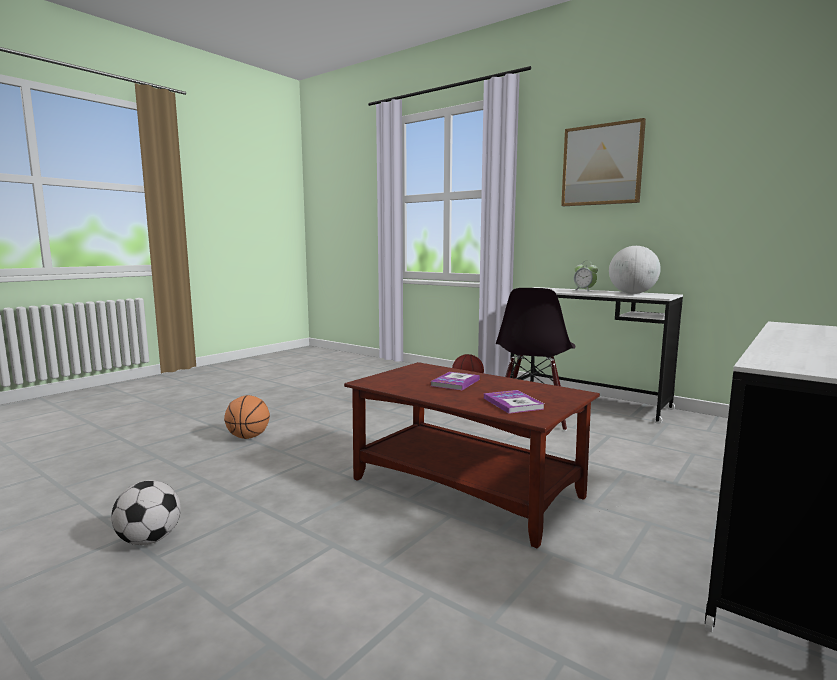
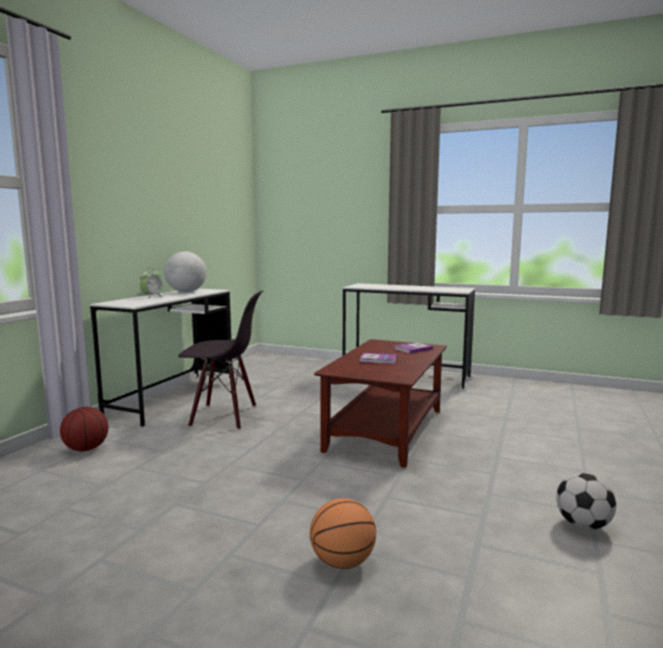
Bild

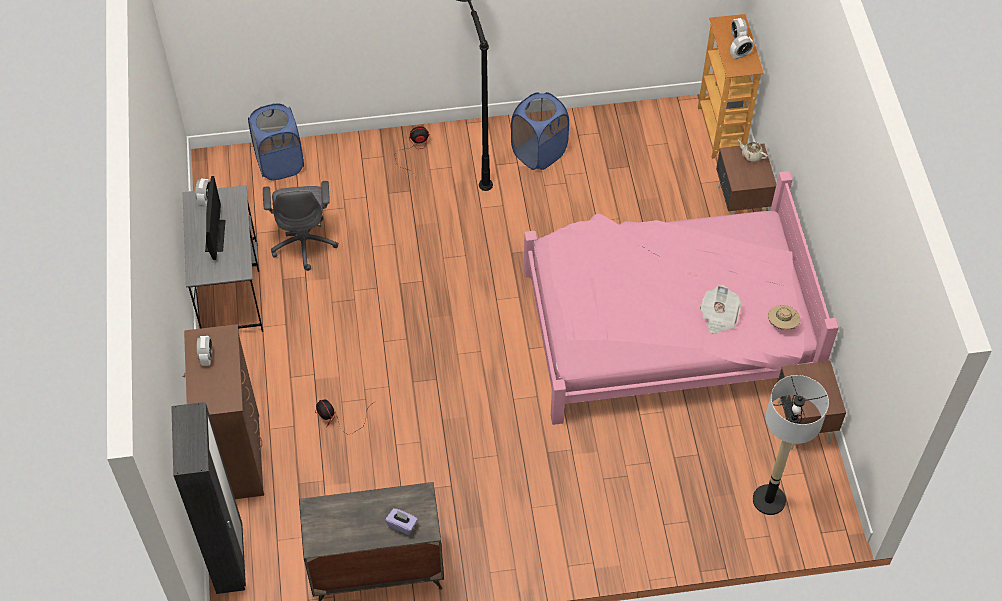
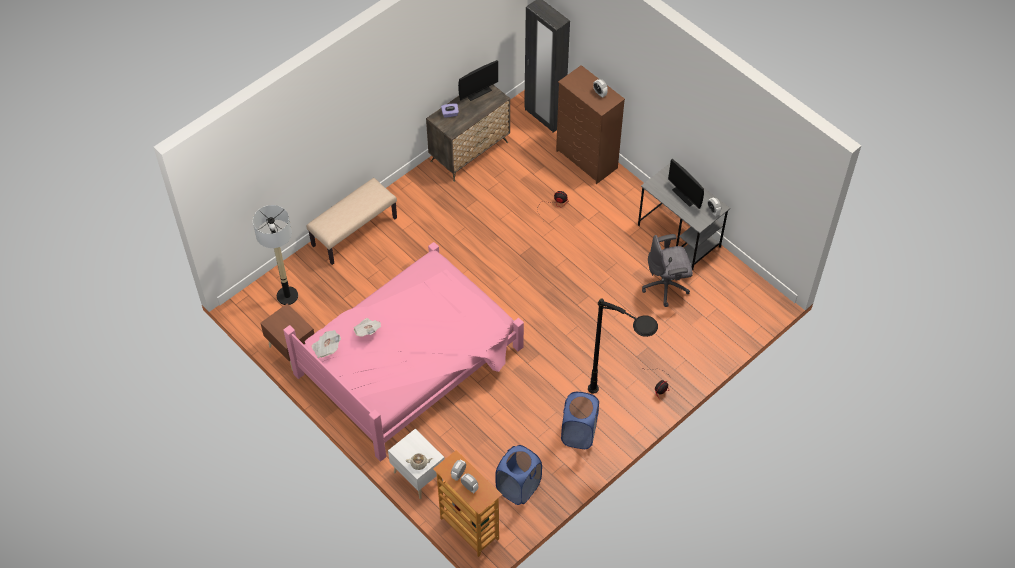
Bank [beige]
Zeitung (no. 1 from left)
Nachttisch [weiß]
Monitor (no. 1 from left)
Wäschekorb [blau] (no. 1 from left)
Bürostuhl [grau]

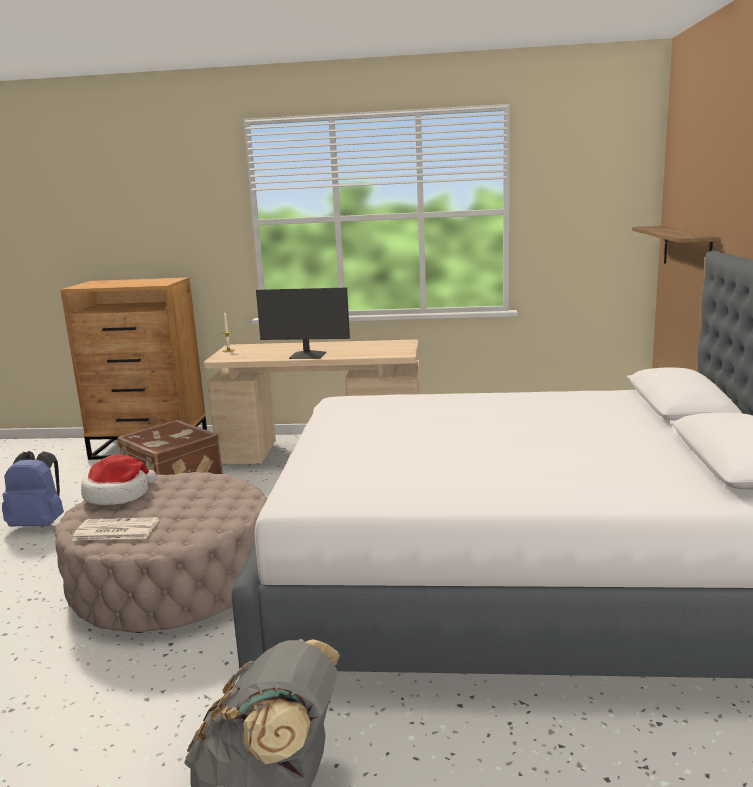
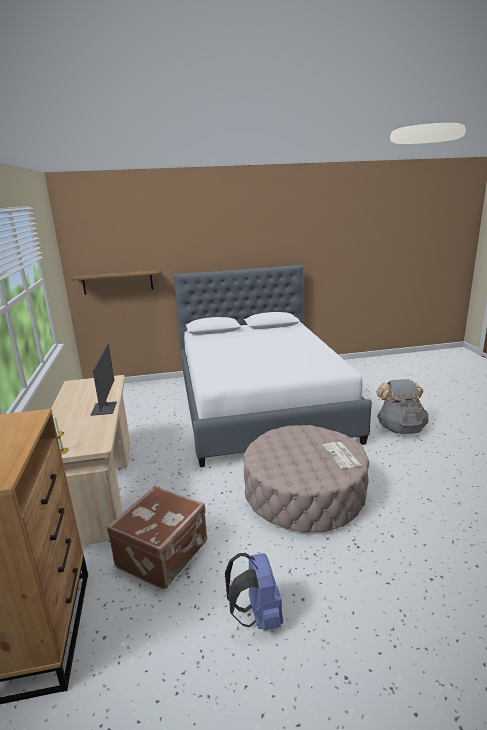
Hut

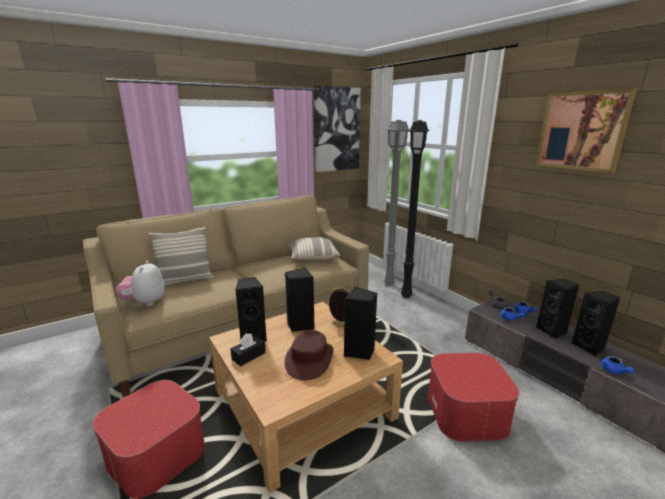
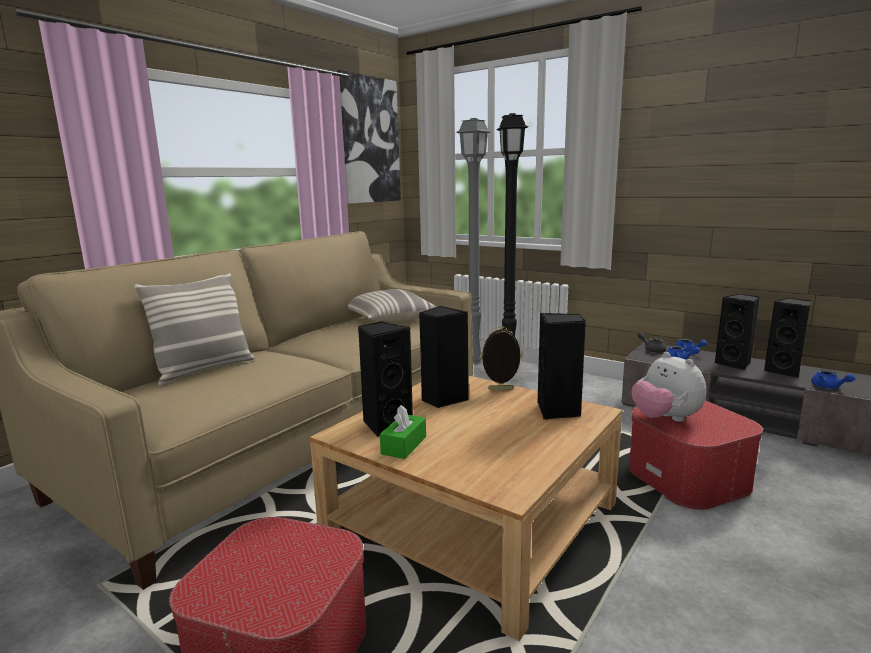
Taschentuchbox [grün]
Plüschtier
Hut [braun]
Bild (no. 2 from left in the first image)

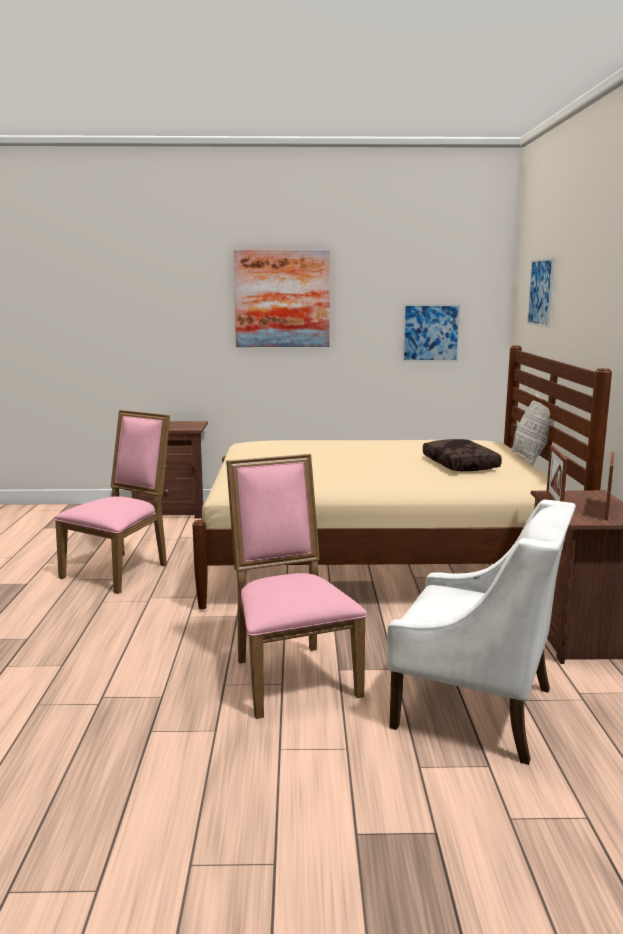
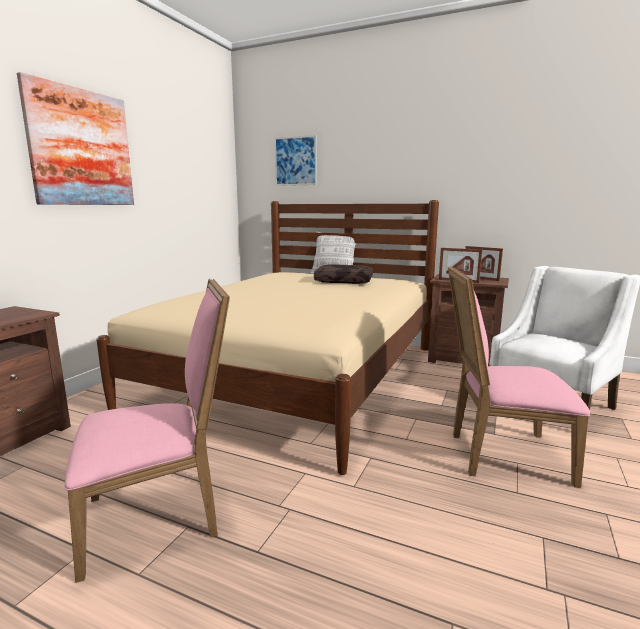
Stuhl [rosa] (no. 1 from left)
Bild (no. 2 from left in the first image)

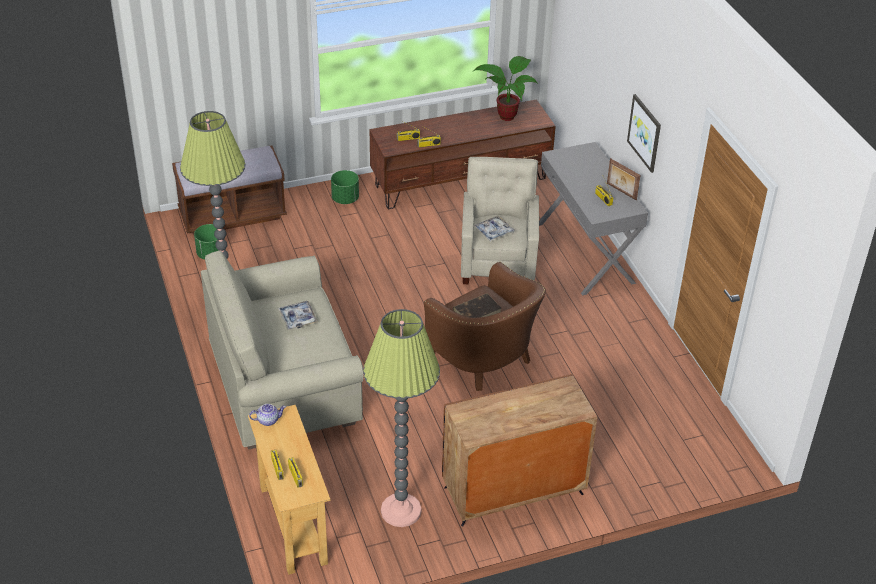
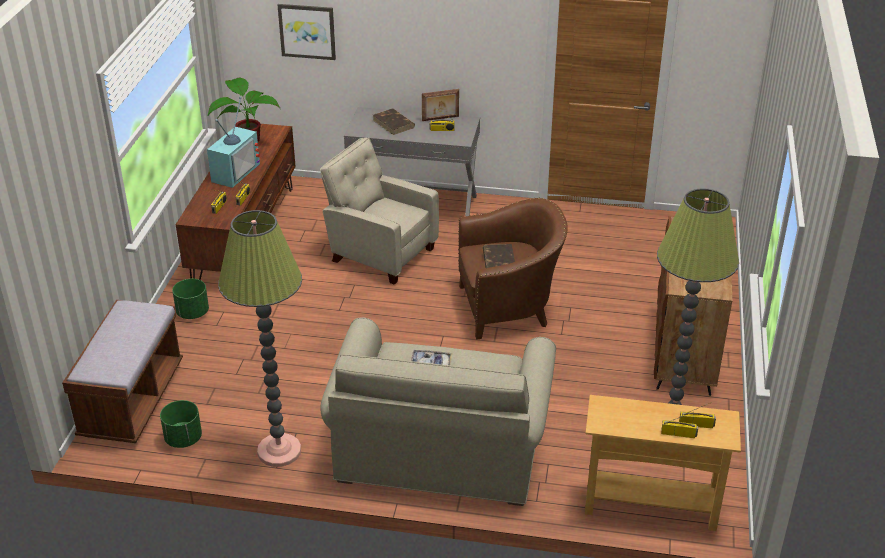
Fernseher
Bild
Buch [braun] (no. 1 from left)
Teekanne
Tablett (no. 2 from left in the first image)

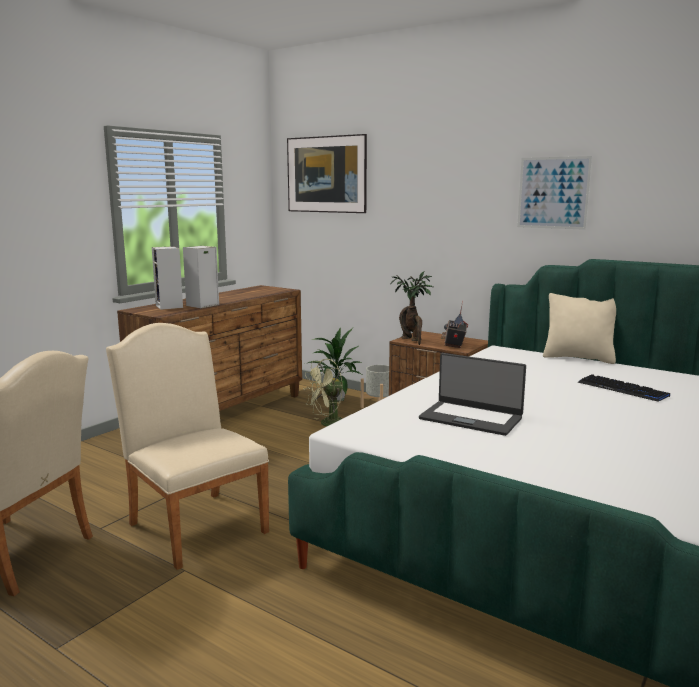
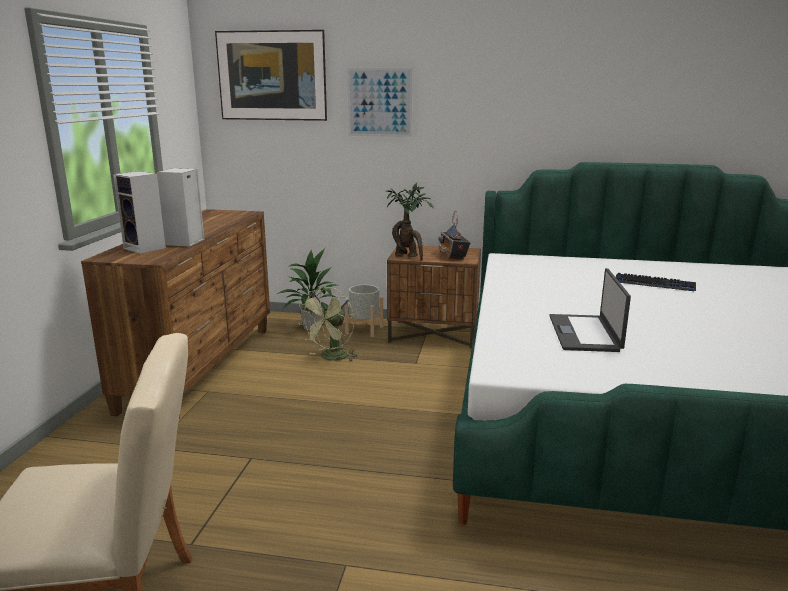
Bild (no. 2 from left)
Laptop
Stuhl [beige] (no. 2 from left in the first image)
Kissen [beige]

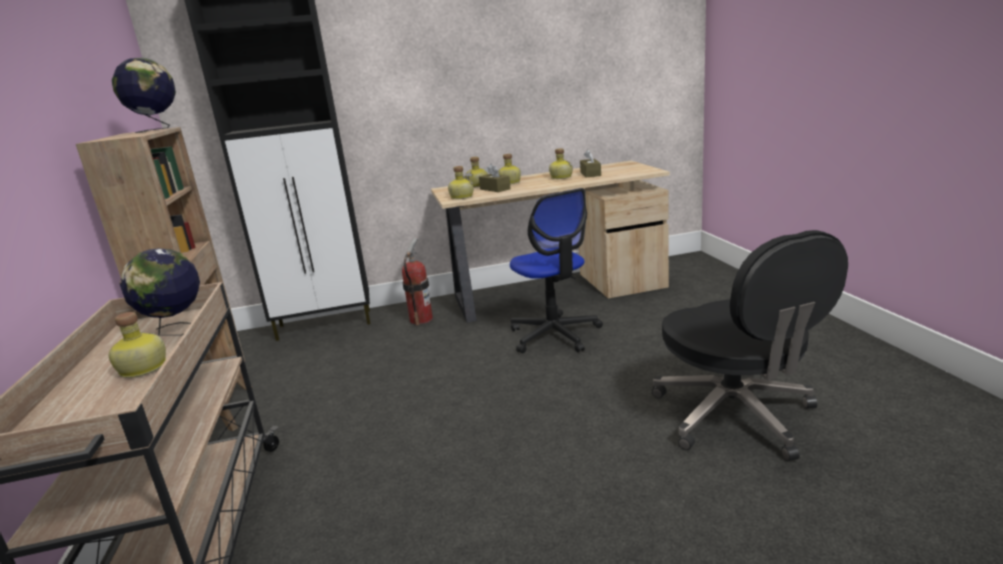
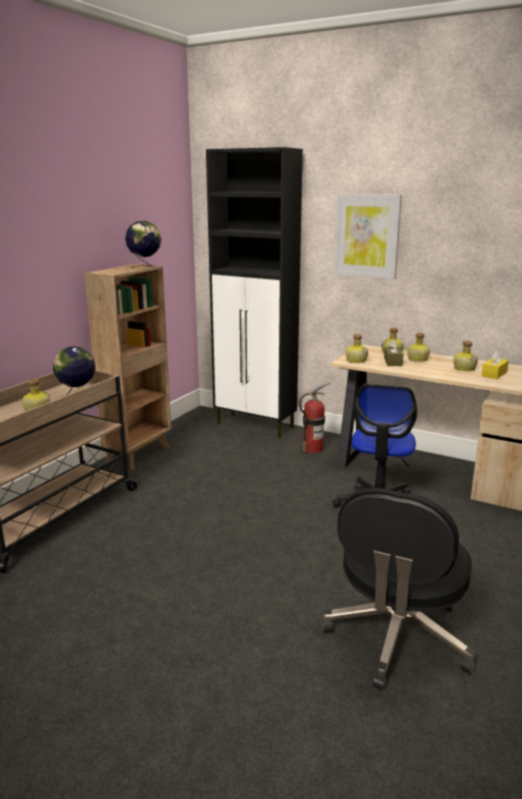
Bild
Taschentuchbox [gelb]

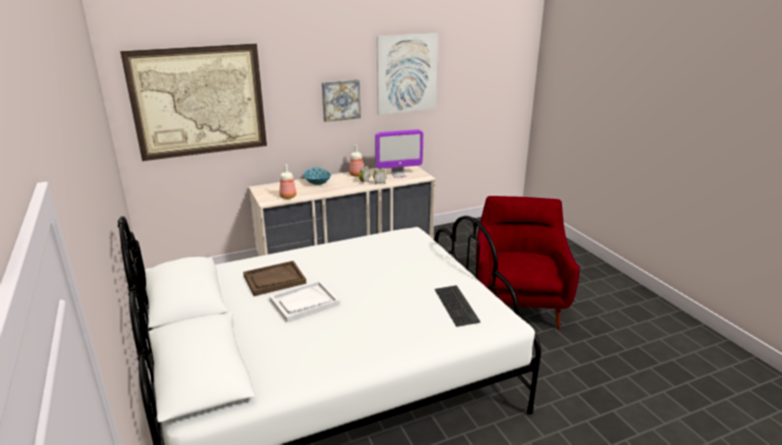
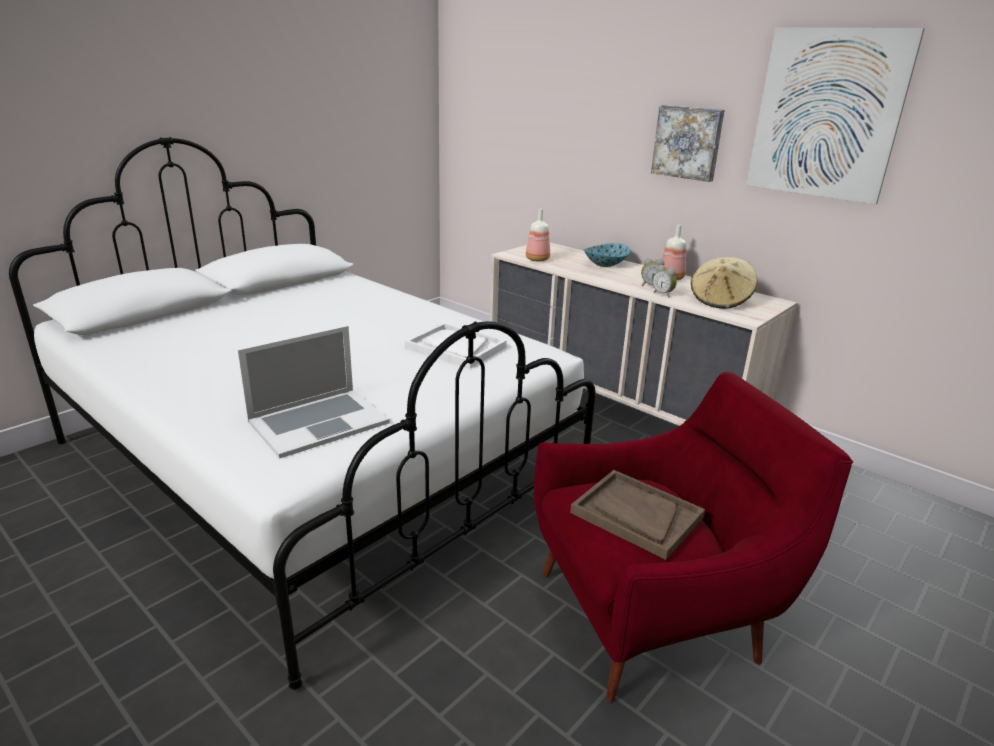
Laptop
Tablett [weiß]
Tablett [braun]
Hut [beige]
Bild (no. 1 from left in the first image)

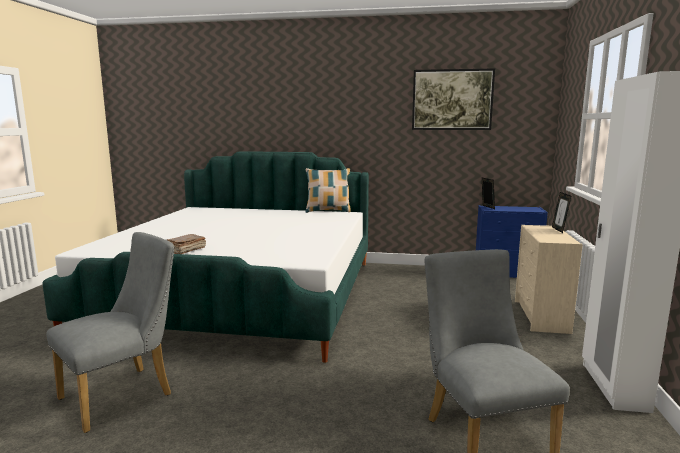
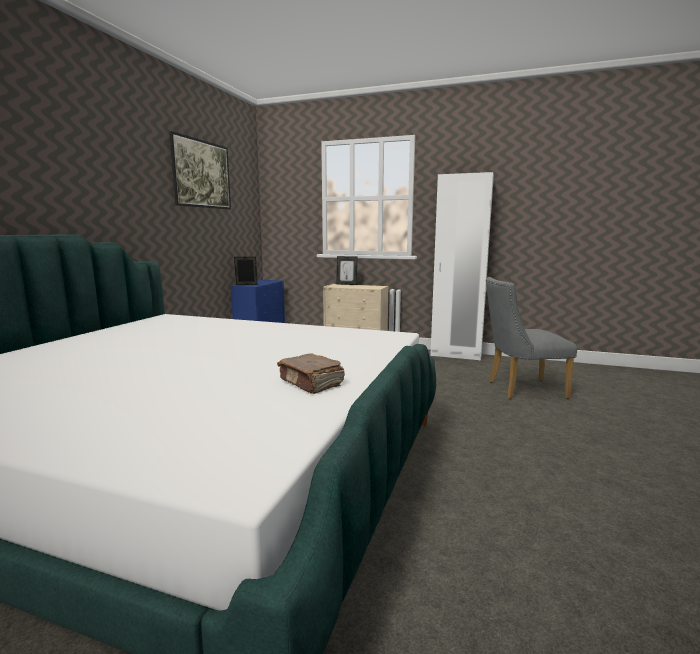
Stuhl [grau] (no. 1 from left in the first image)
Kissen

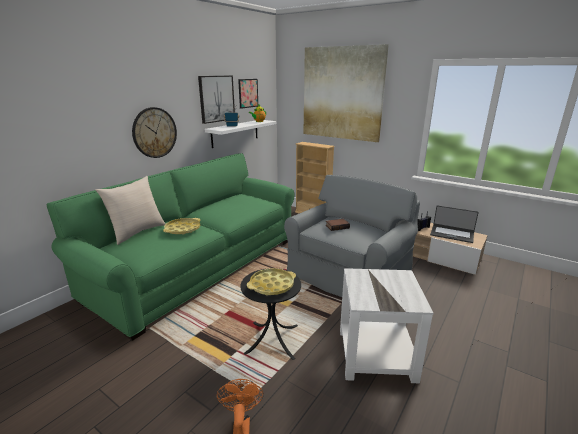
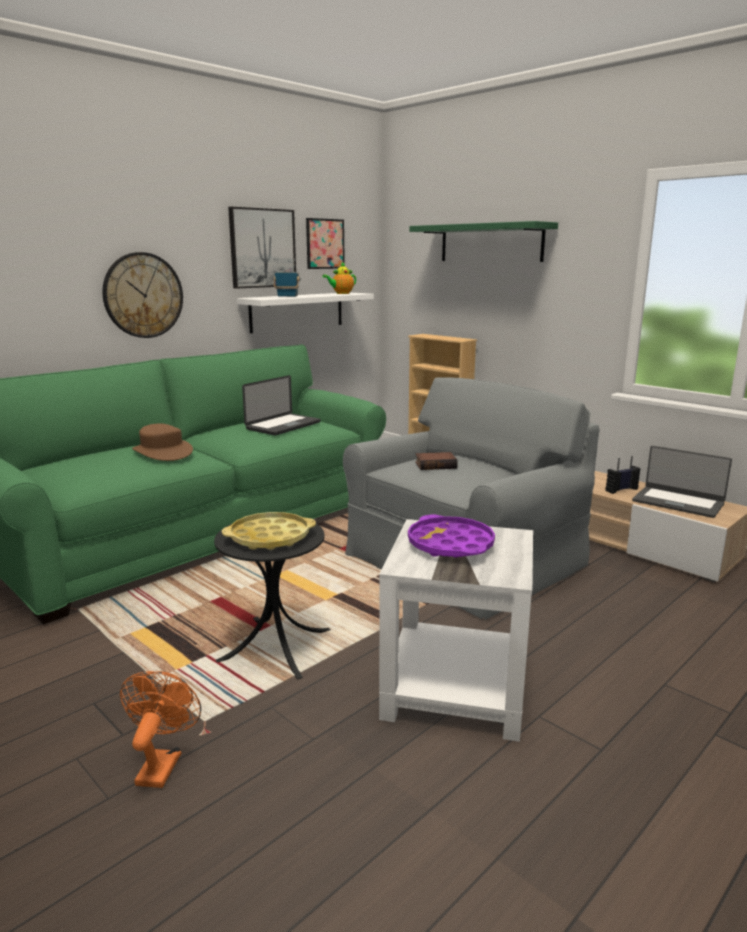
Hut [braun]
Laptop (no. 1 from left)
Tablett [lila]
Wandregal [grün]
Kissen [beige]

